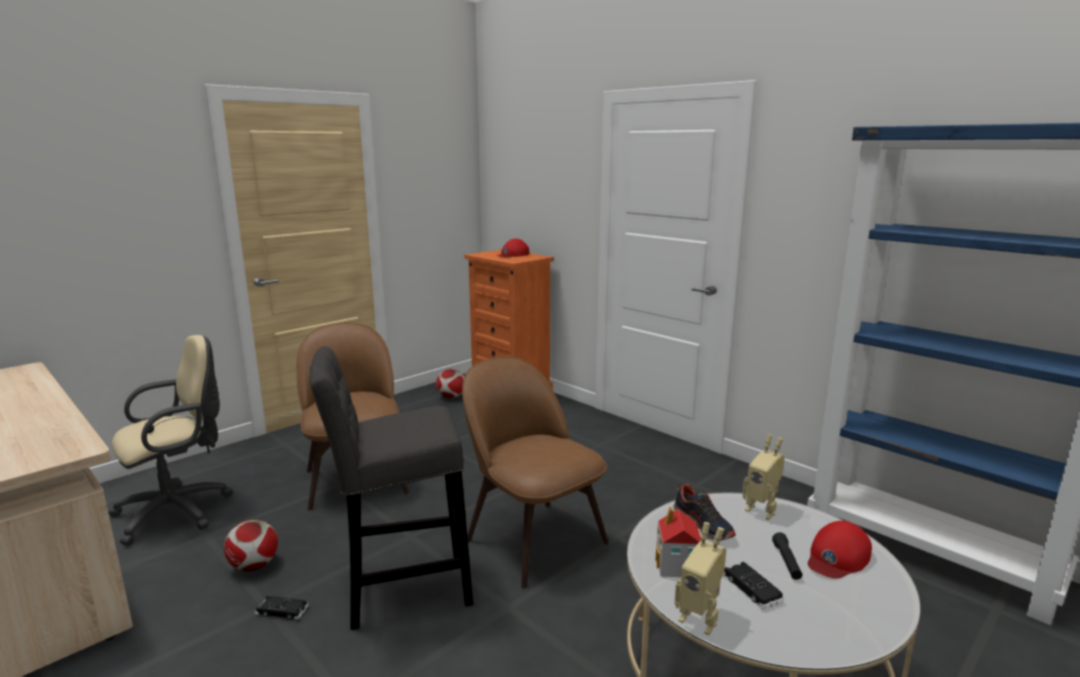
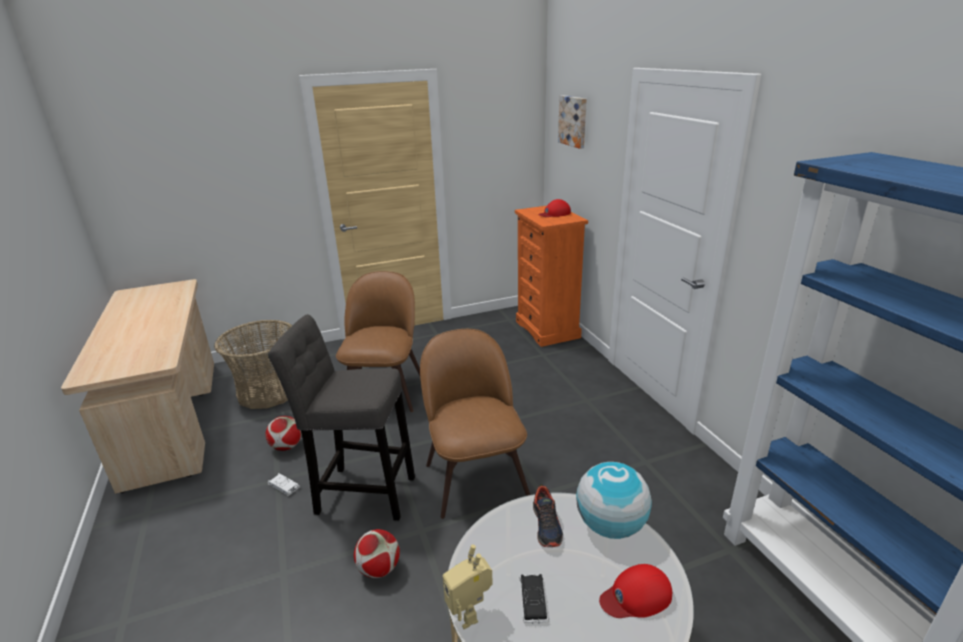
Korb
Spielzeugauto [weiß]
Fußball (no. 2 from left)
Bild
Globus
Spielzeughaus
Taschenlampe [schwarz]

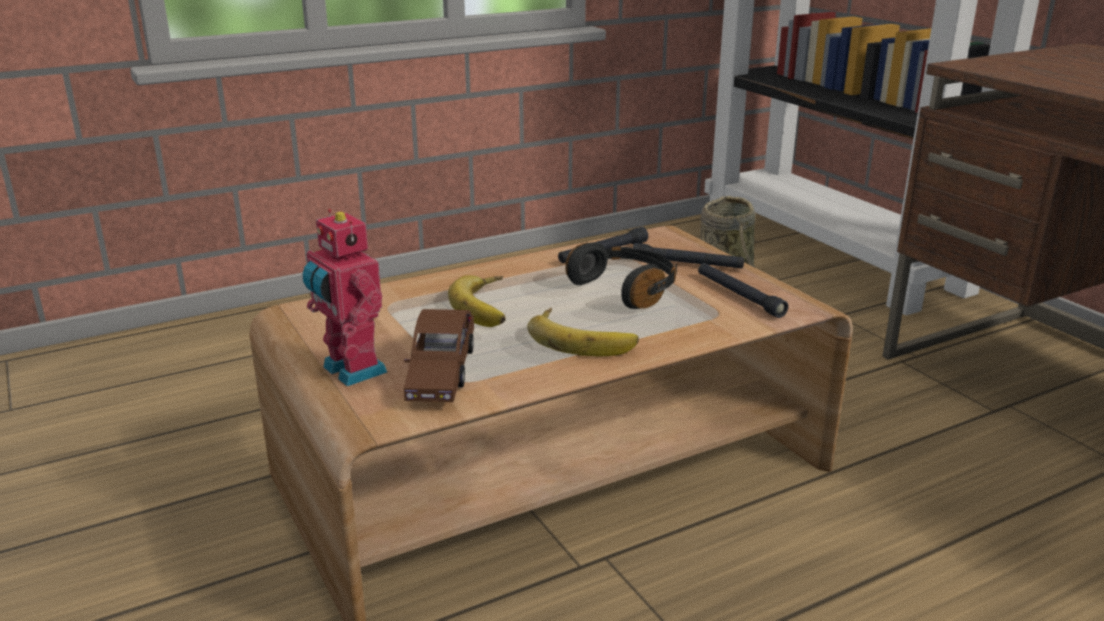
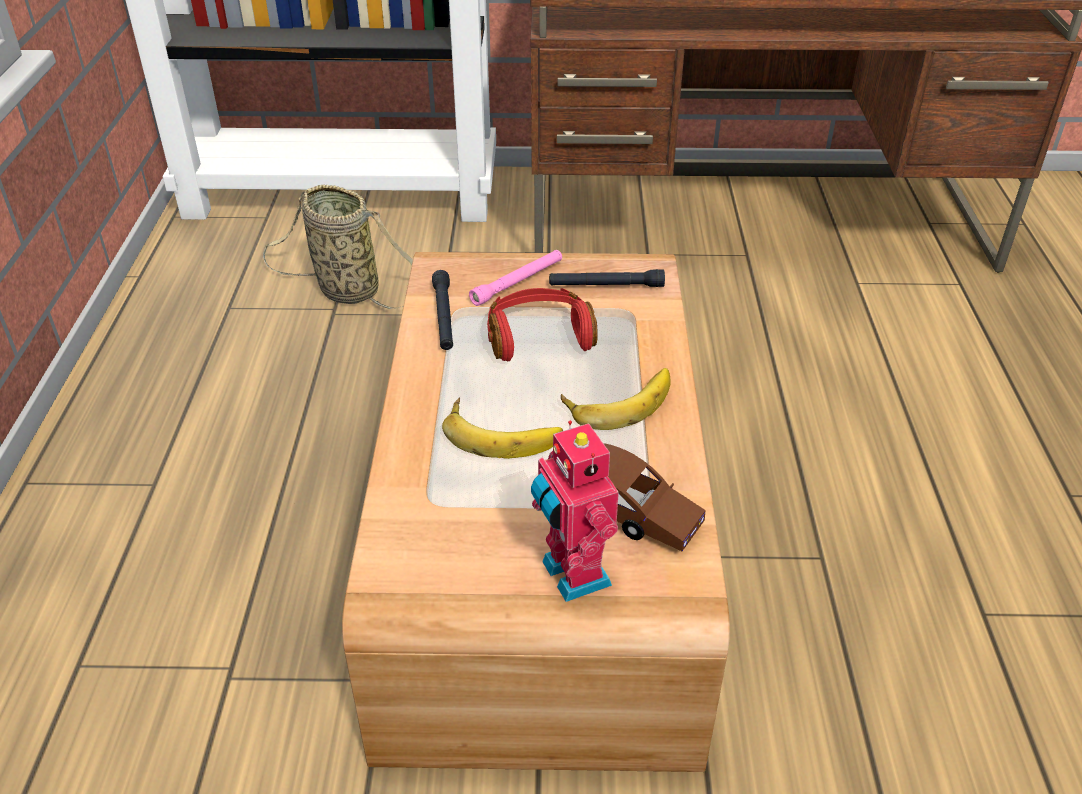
Taschenlampe [rosa]
Kopfhörer [rot]
Spielzeugroboter

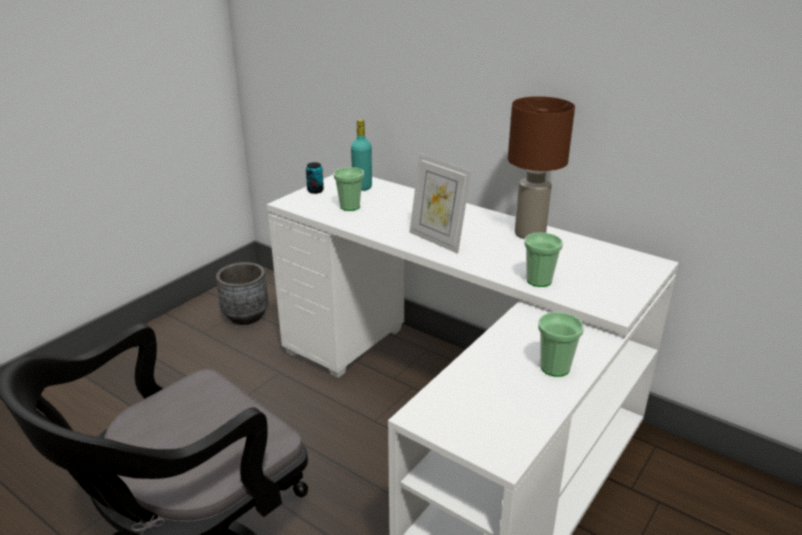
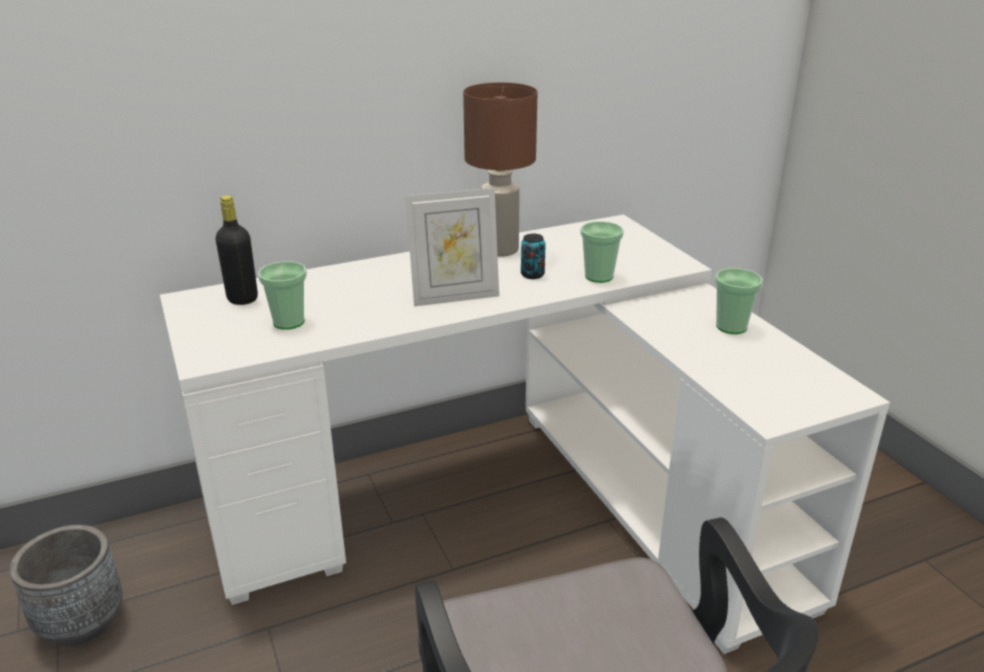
Flasche [schwarz]
Dose

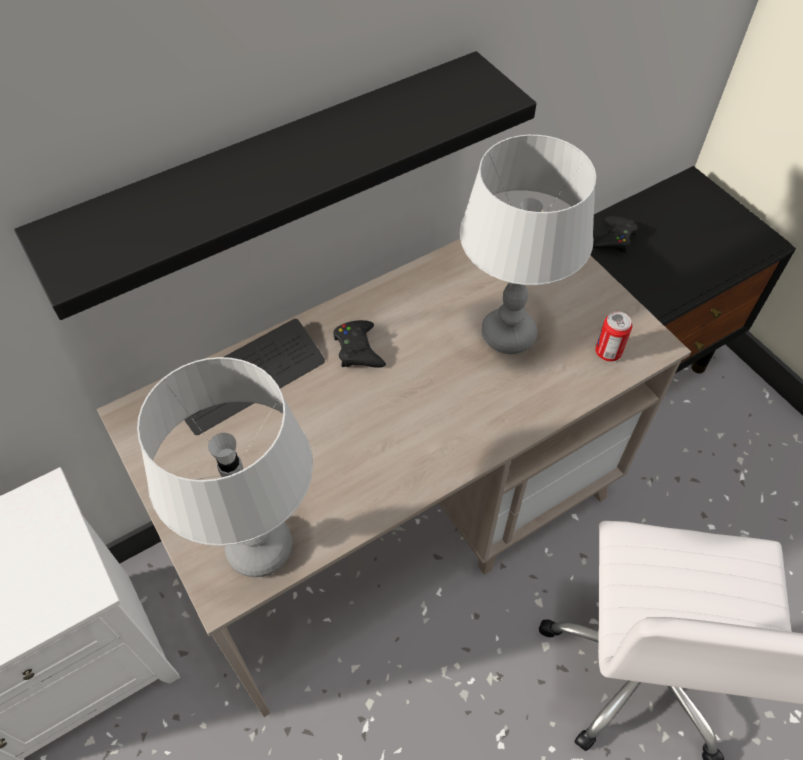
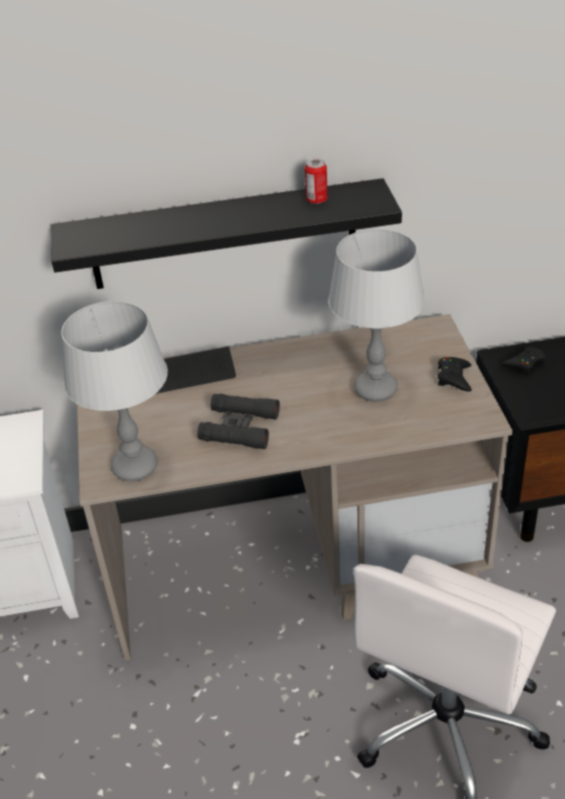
Fernglas [schwarz]
Dose
Gamepad [schwarz] (no. 1 from left)

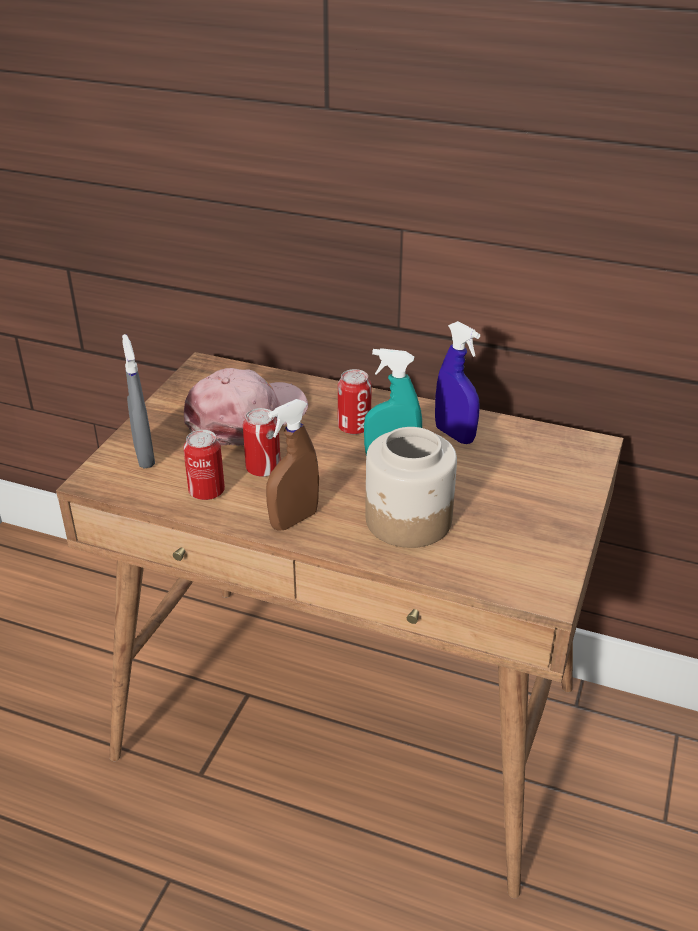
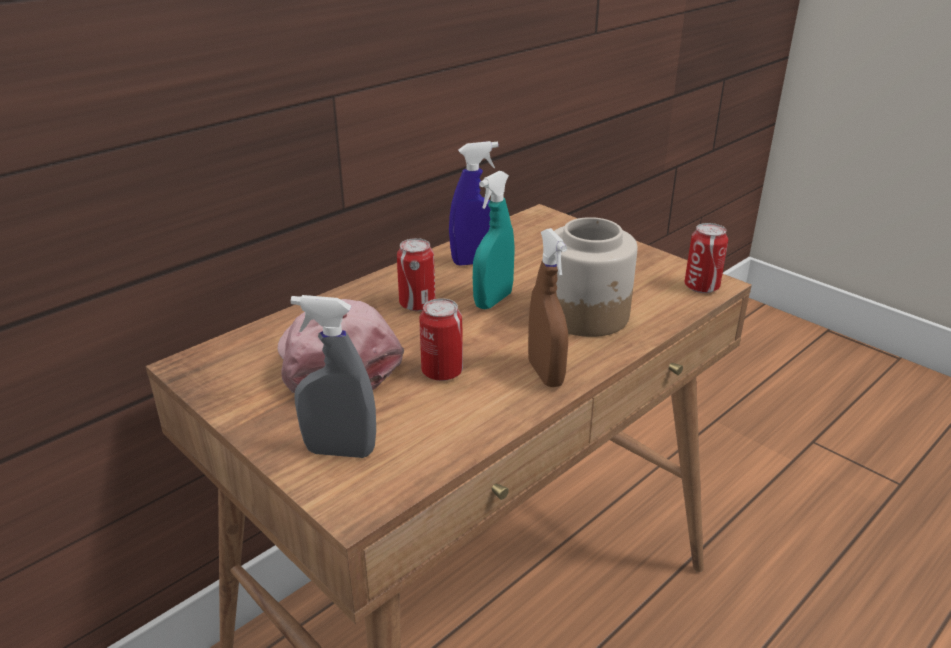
Dose (no. 3 from left)

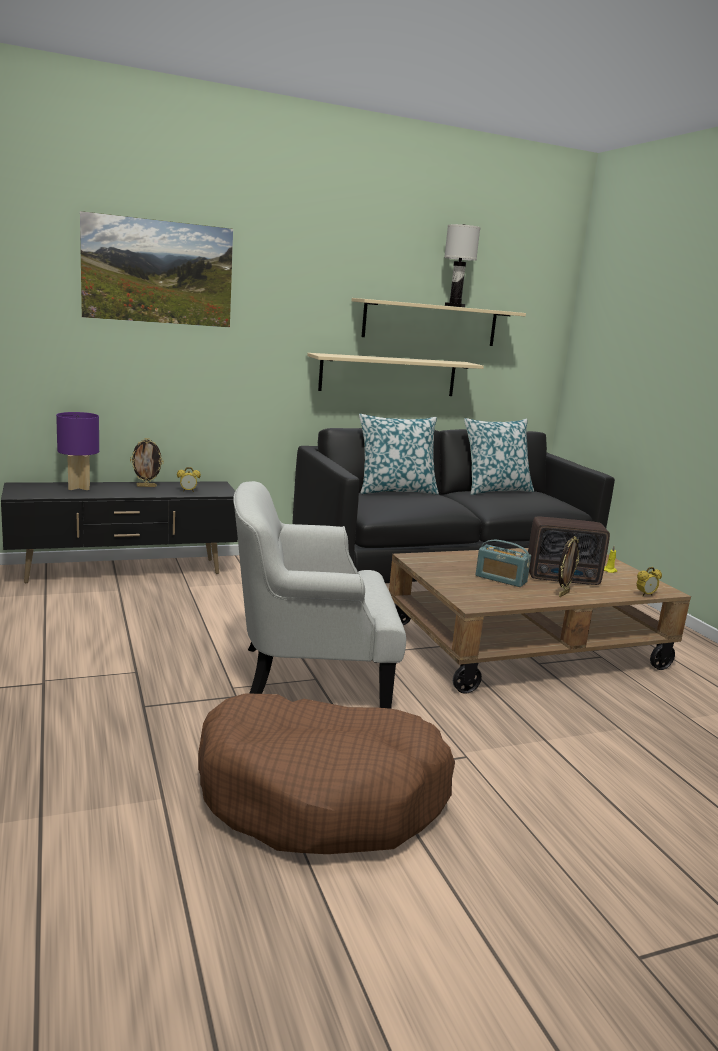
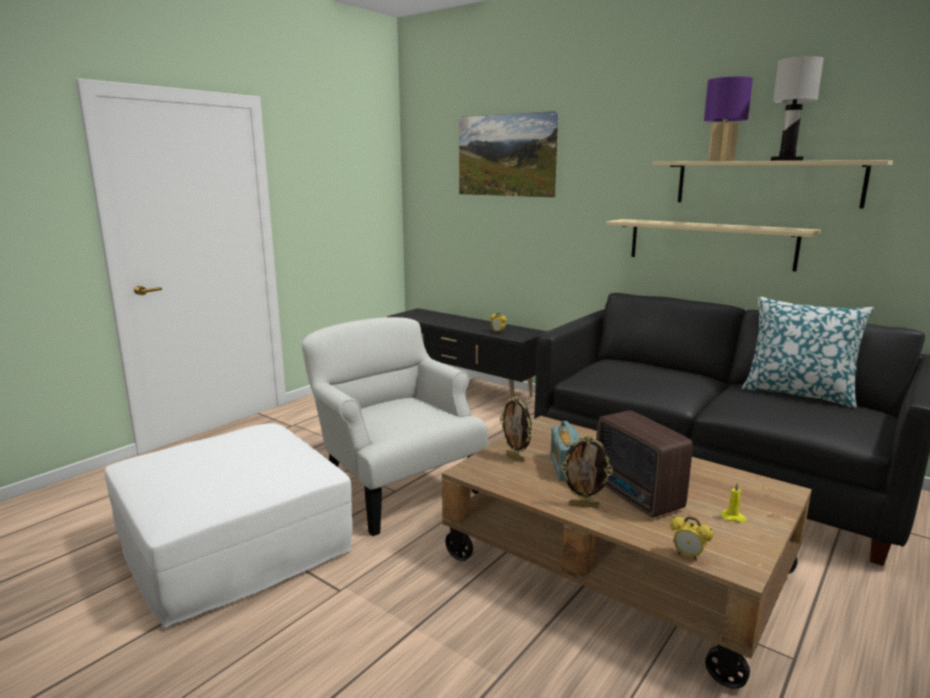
Polsterhocker [weiß]
Bilderrahmen (no. 1 from left)
Tischlampe [lila]
Kissen (no. 1 from left in the first image)

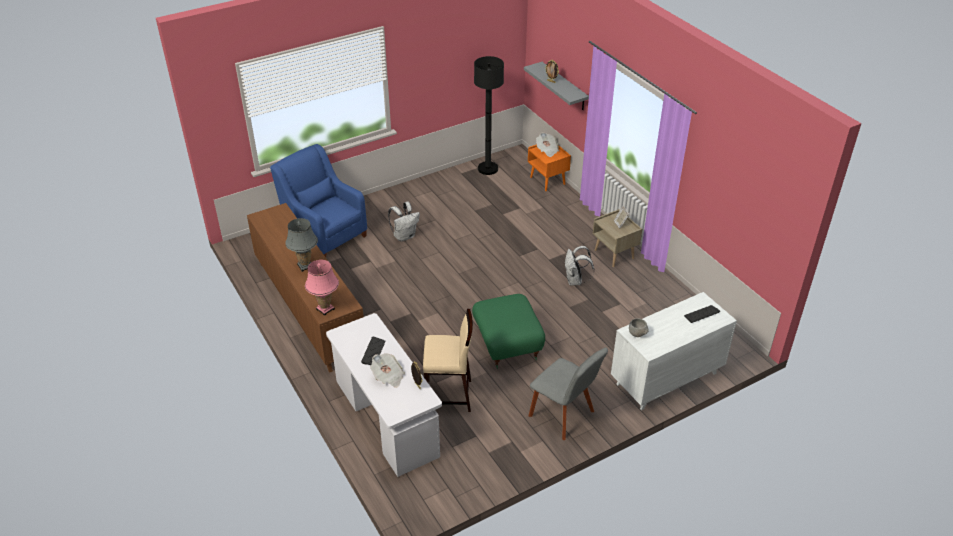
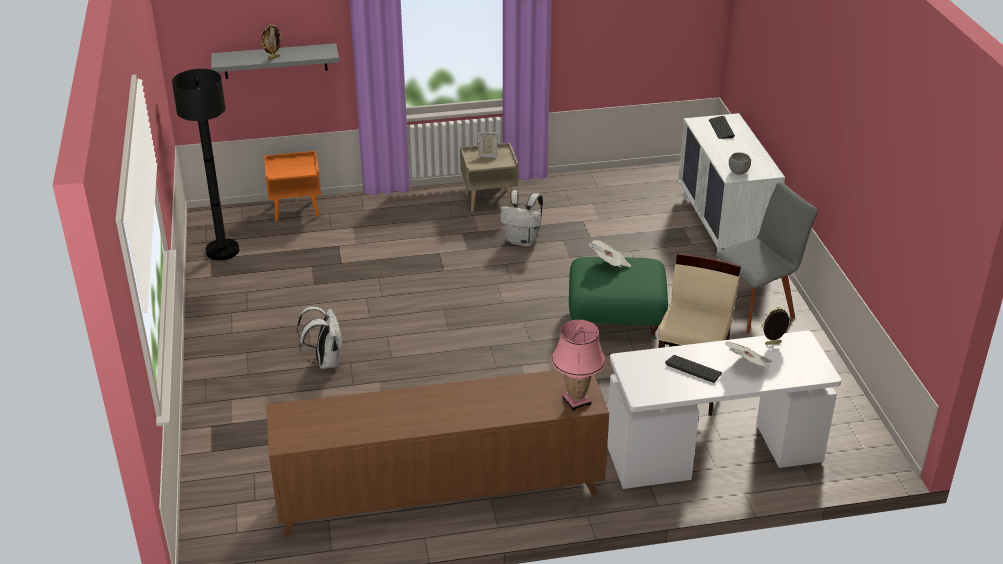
Zeitung (no. 1 from left)
Sessel [blau]
Tischlampe [grau]

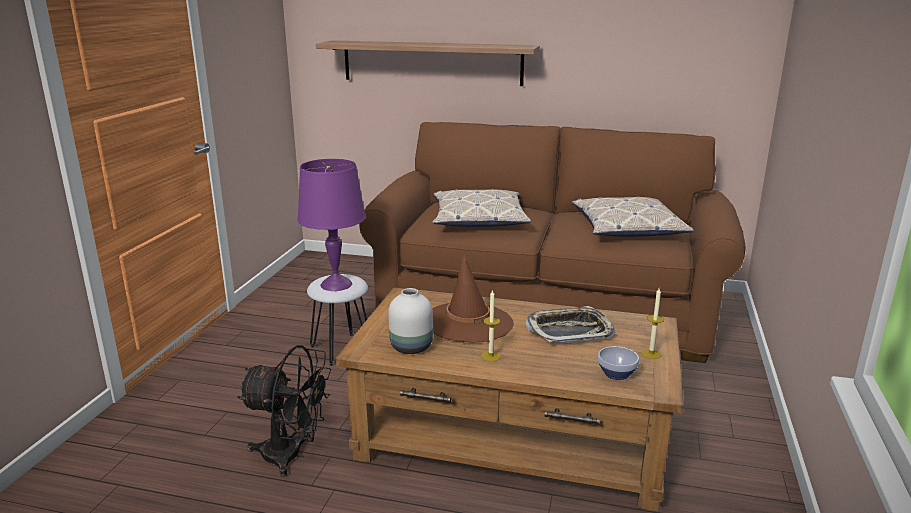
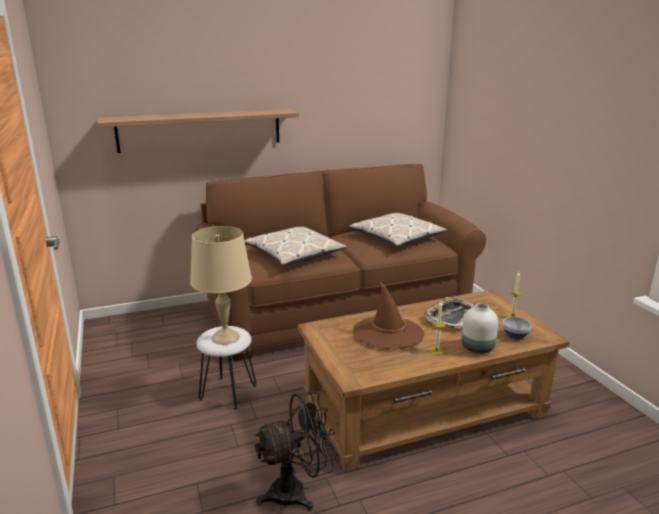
Tischlampe [beige]
Vase [weiß]

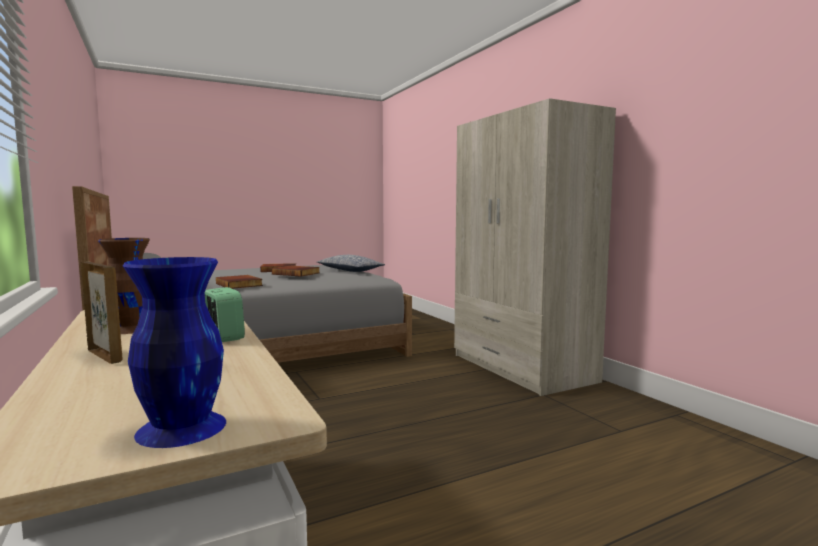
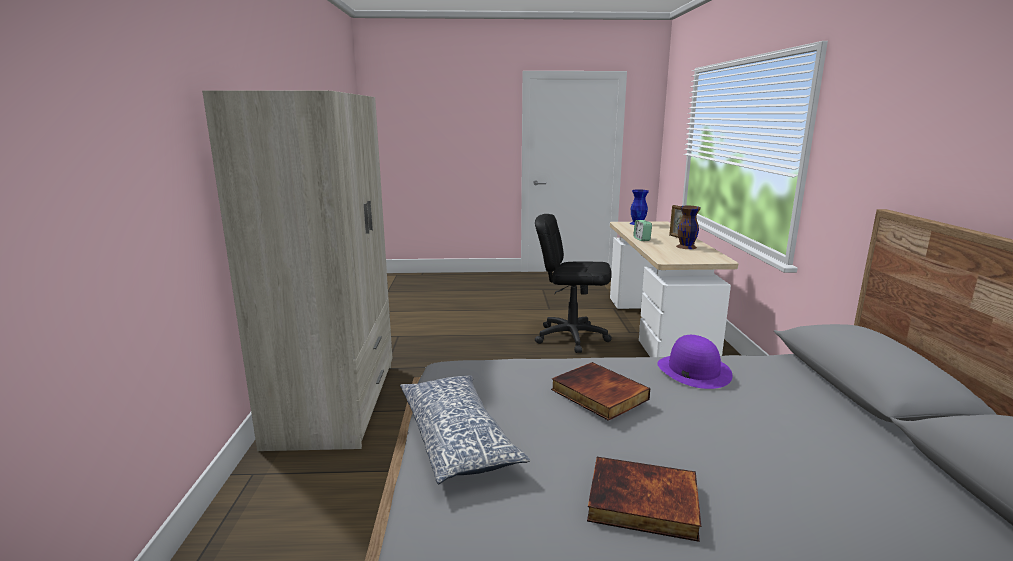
Bürostuhl [schwarz]
Hut [lila]

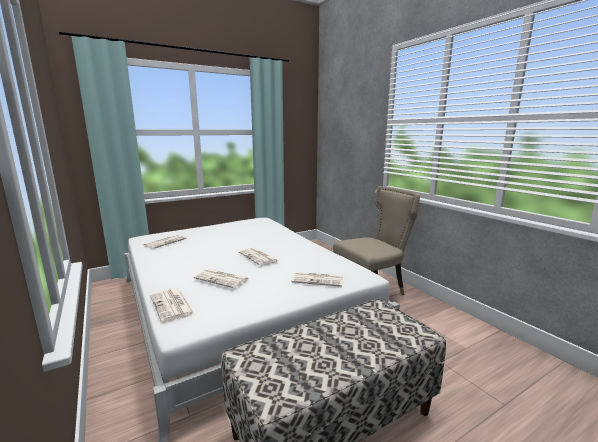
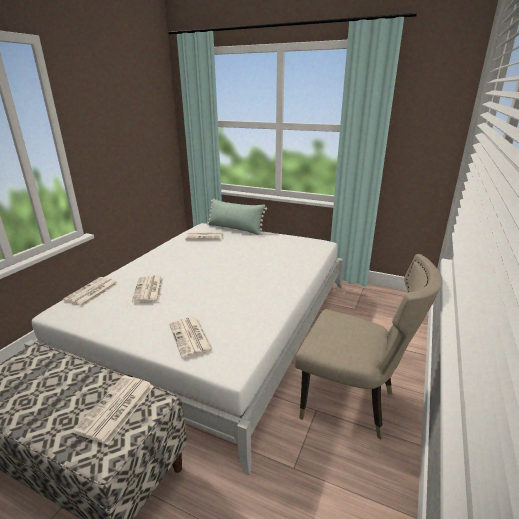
Zeitung (no. 2 from left)
Kissen [grün]

